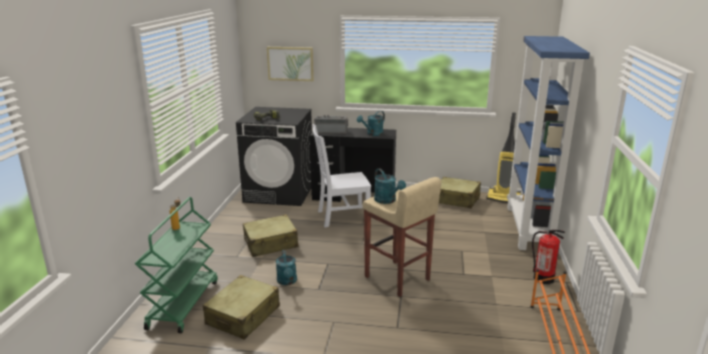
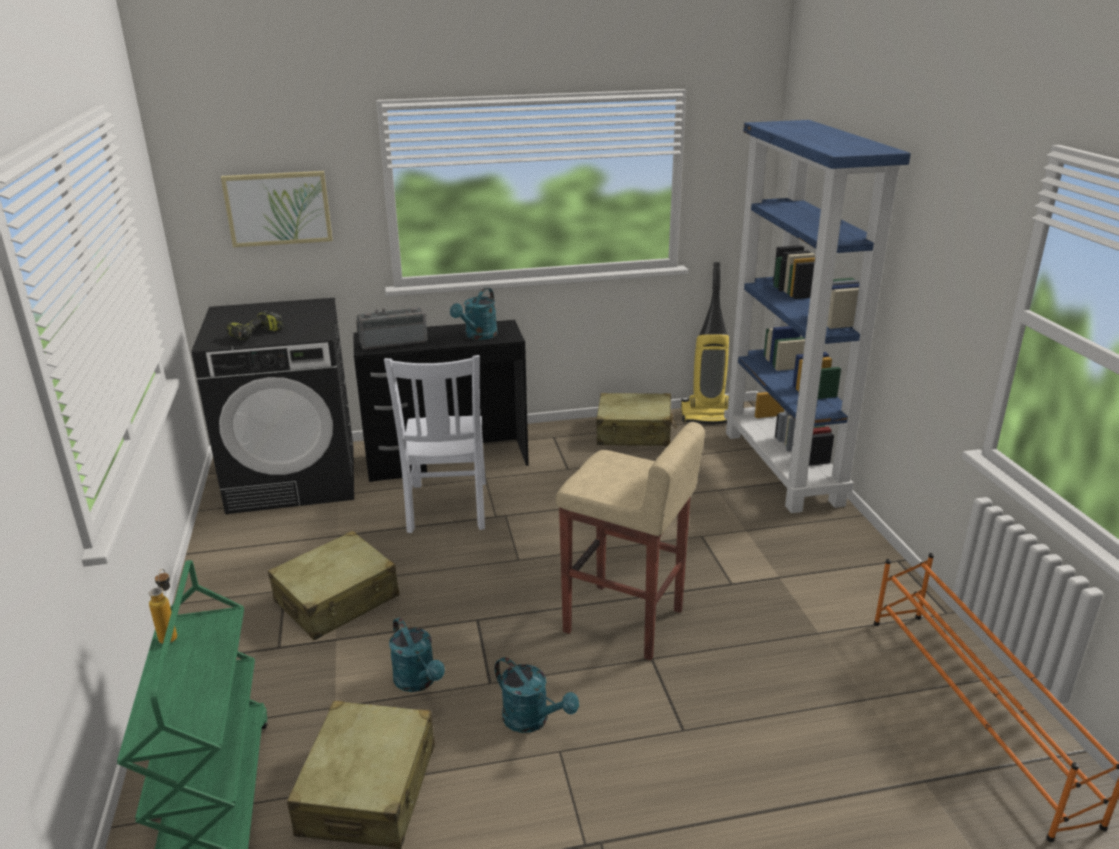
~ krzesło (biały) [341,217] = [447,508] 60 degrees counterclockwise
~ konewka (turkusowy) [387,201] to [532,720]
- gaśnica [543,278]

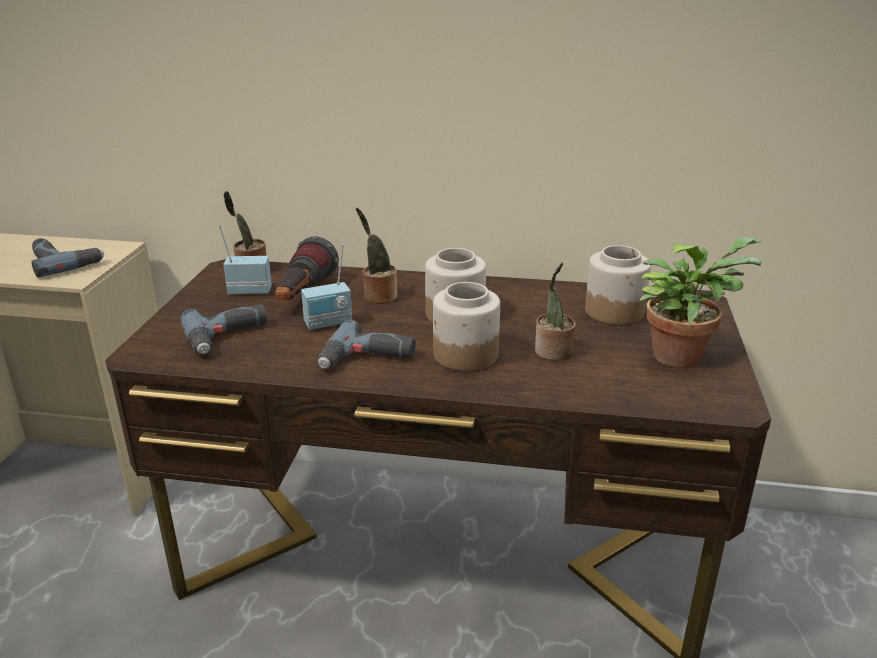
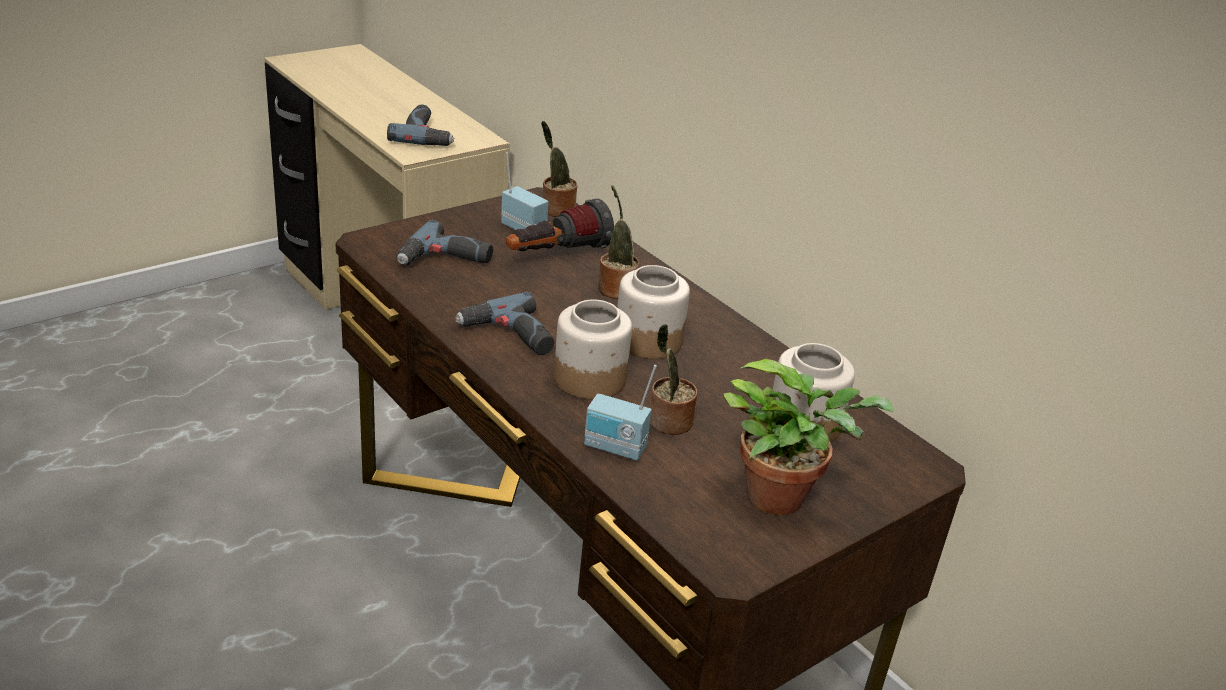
~ radio [329,324] to [614,448]

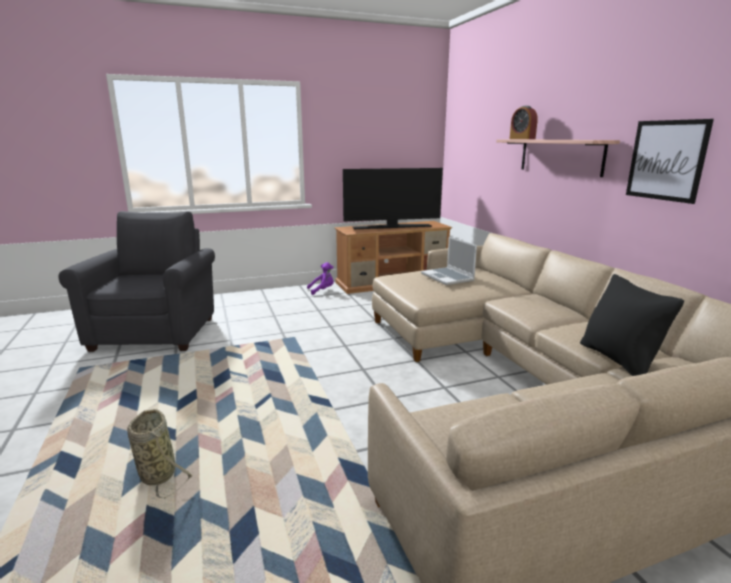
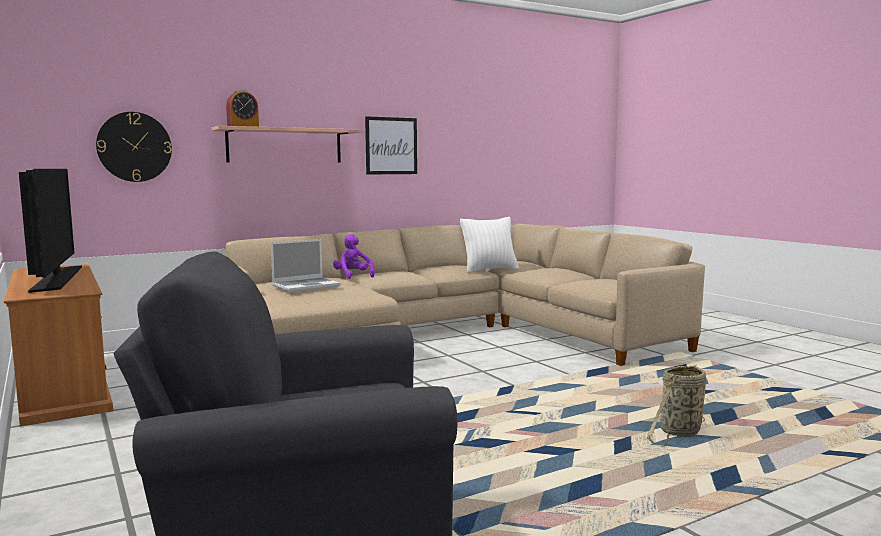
~ pluszak (fioletowy) [322,290] to [353,276]
~ poduszka (czarny) [618,360] to poduszka (biały) [489,270]
+ zegar ścienny [134,147]

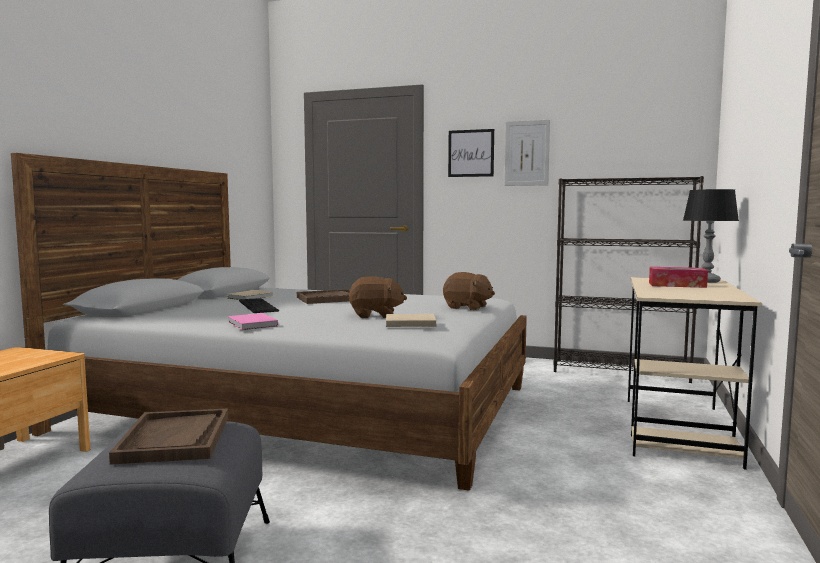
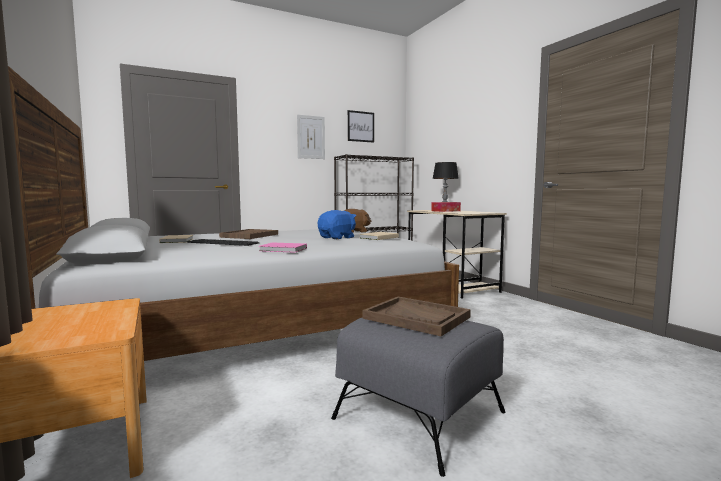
~ pluszak (brązowy) [376,315] to pluszak (niebieski) [337,238]
~ obraz [471,153] to [360,126]

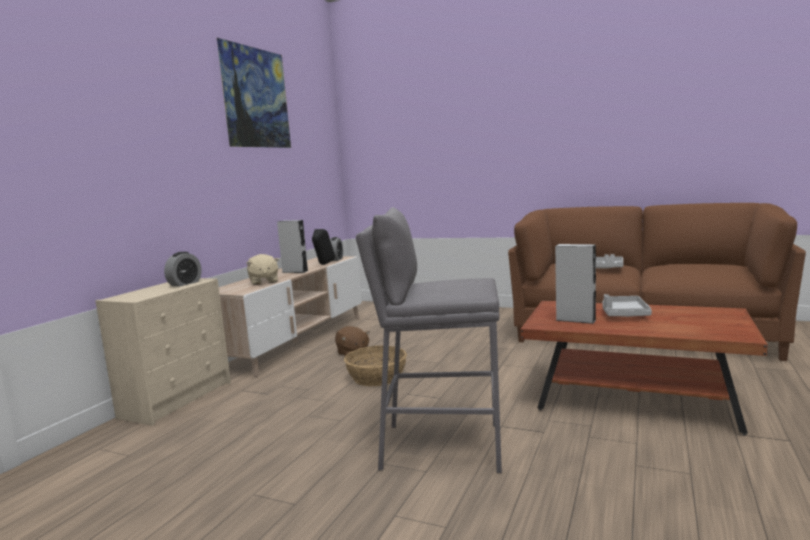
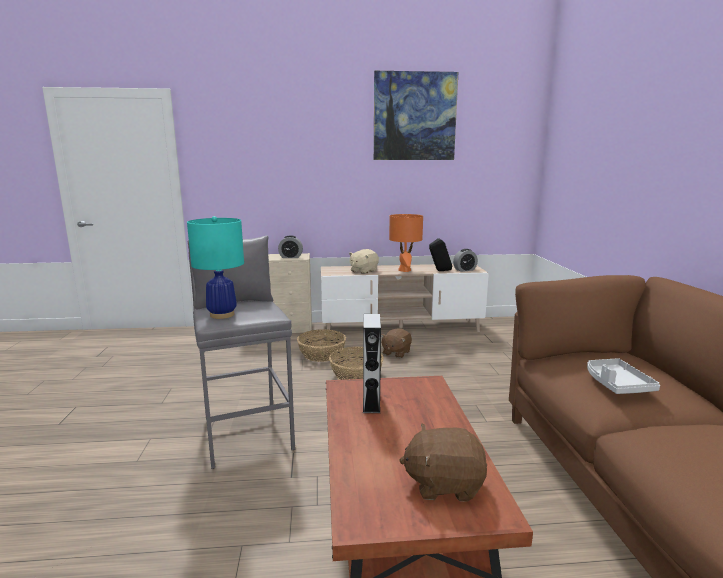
~ głośnik (szary) [295,271] to lampa stołowa (pomarańczowy) [404,270]
- taca (szary) [623,314]
+ lampa stołowa (turkusowy) [222,315]
+ koszyk [322,354]
+ pluszak (brązowy) [444,483]

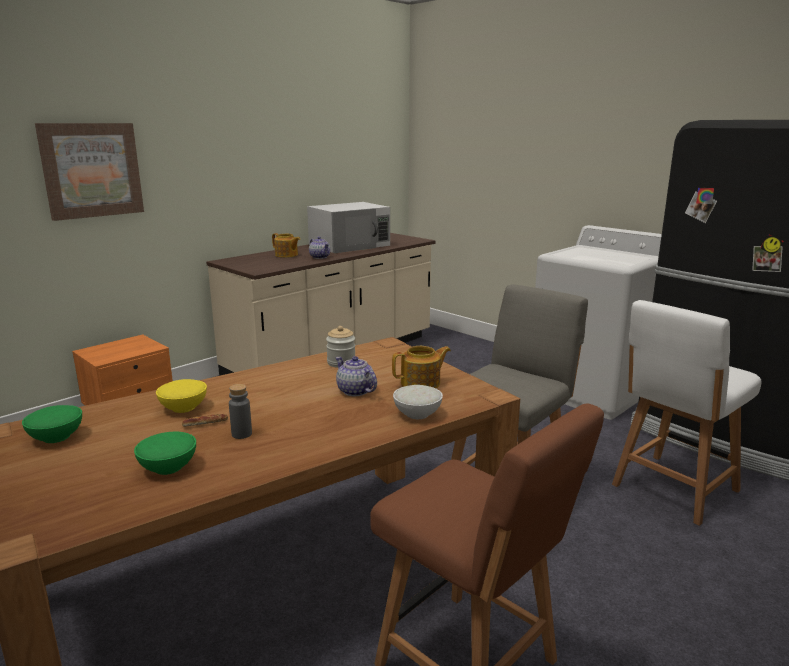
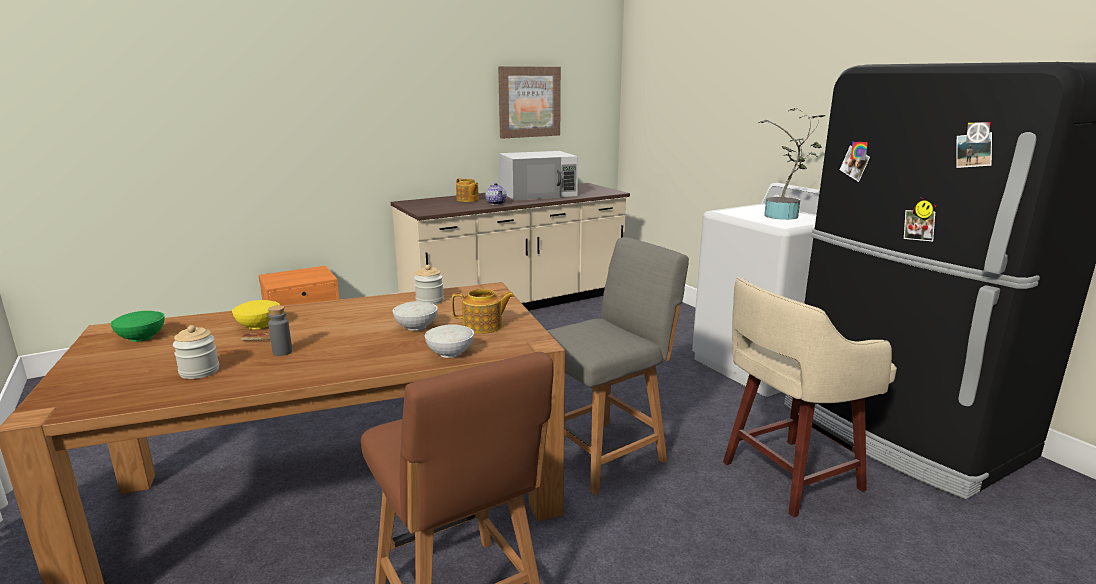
~ obraz [91,170] to [529,102]
~ miska (zielony) [169,467] to słoik [199,371]
~ imbryk [355,391] to miska (biały) [416,327]
~ krzesło (biały) [672,489] to stołek (beżowy) [788,477]
+ roślina doniczkowa [784,217]

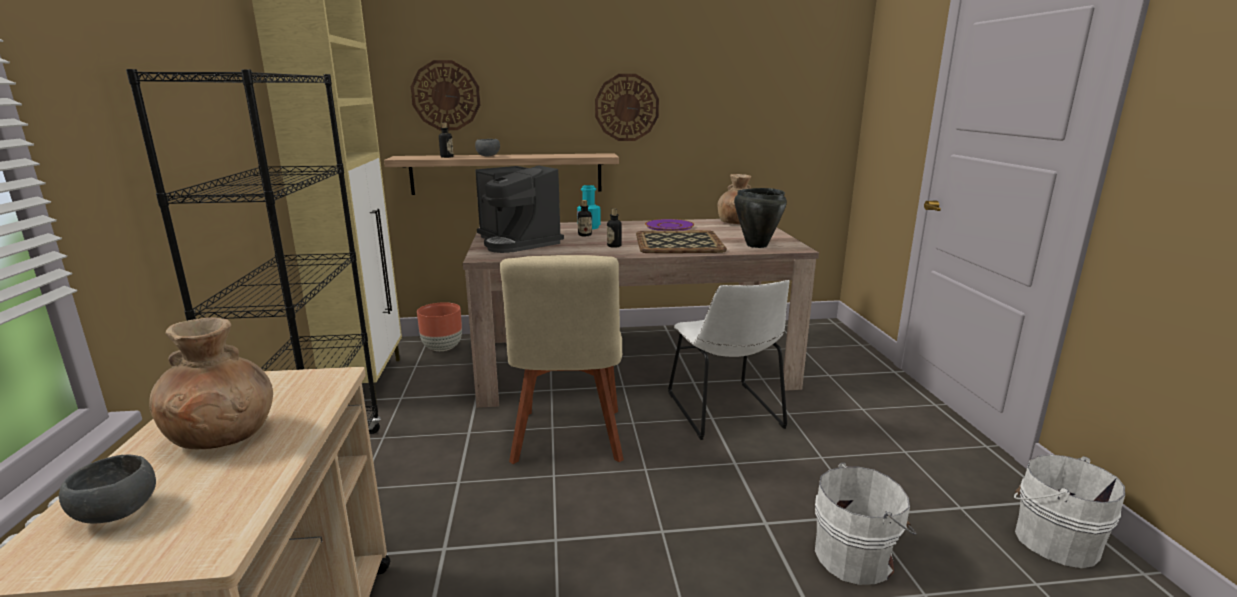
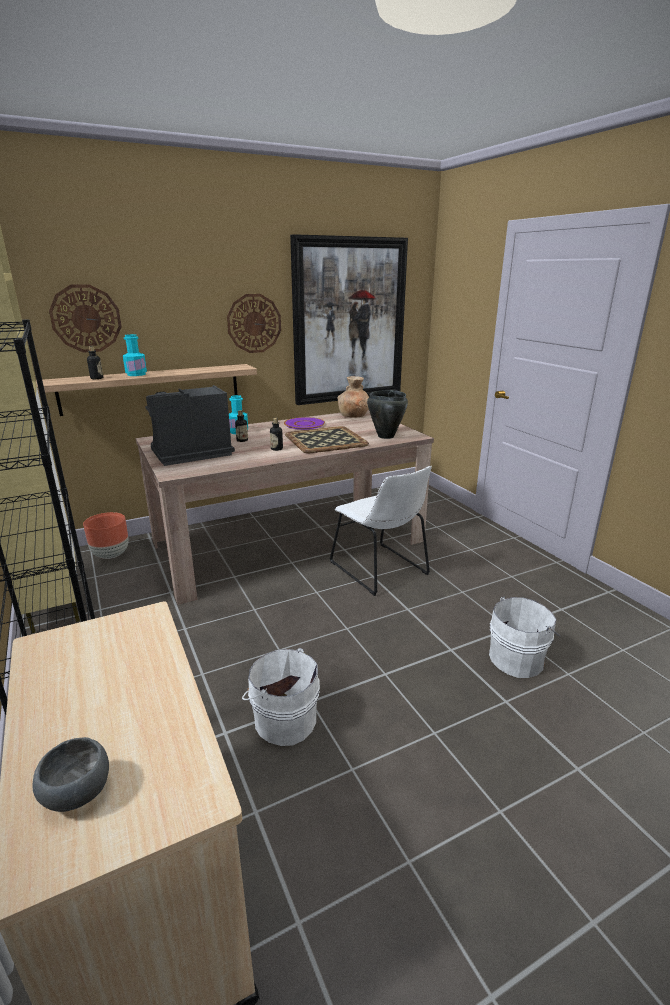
- wazon (brązowy) [223,436]
~ miska (szary) [488,156] to butelka (turkusowy) [136,374]
~ ekspres do kawy [518,242] = [189,454] 120 degrees clockwise
- krzesło (beżowy) [568,439]
~ wiadro (biały) [1052,539] to [283,719]
+ obraz [349,322]

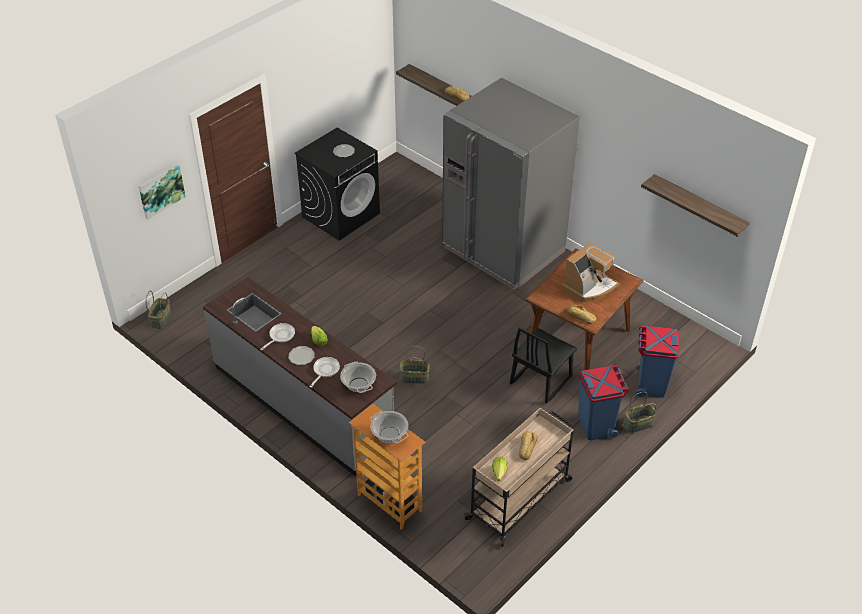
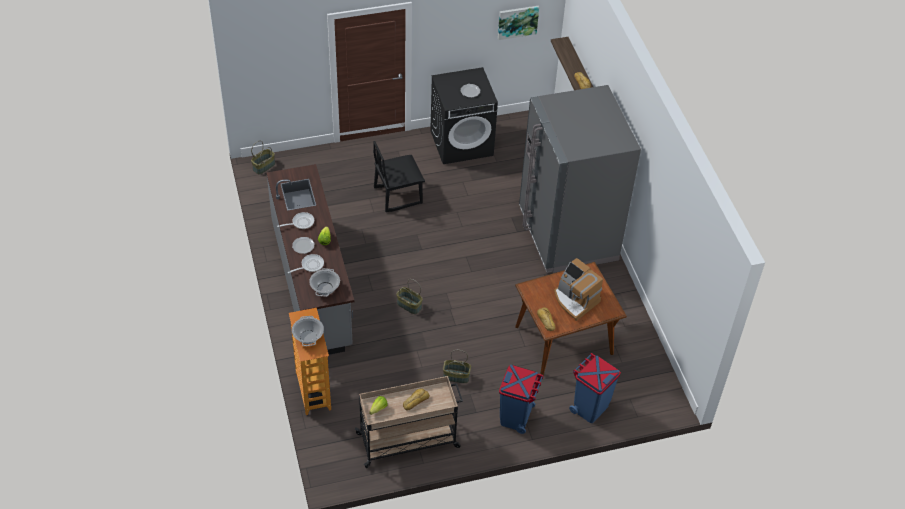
~ obraz [161,190] to [517,21]
~ krzesło (czarny) [540,380] to [398,195]
~ ekspres do kawy [589,287] = [575,300] 60 degrees clockwise
~ koszyk [638,424] to [456,376]
- półka [699,206]

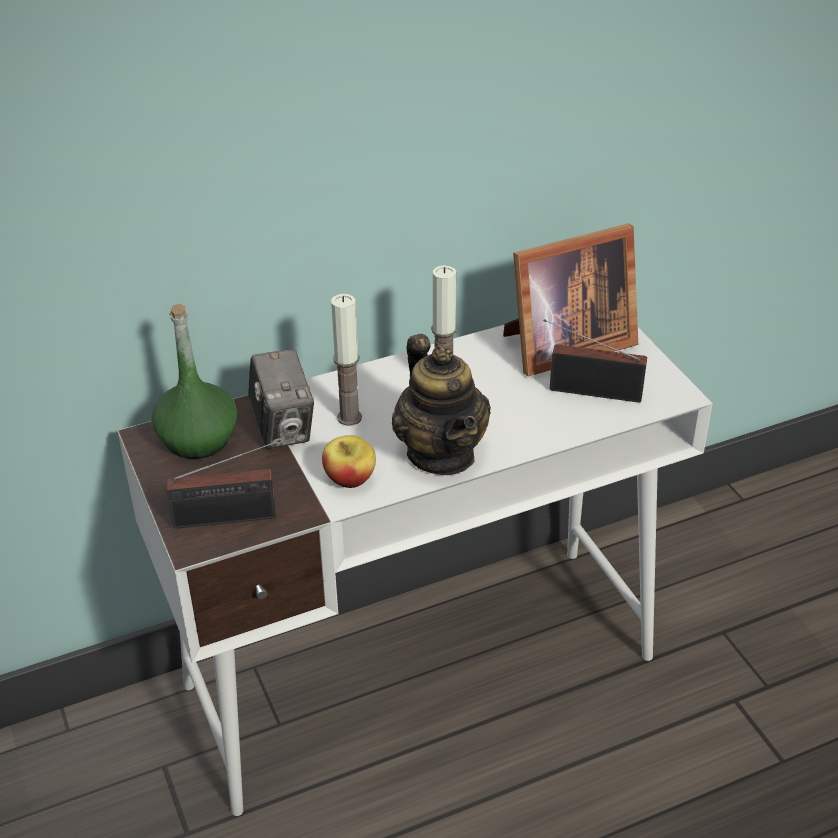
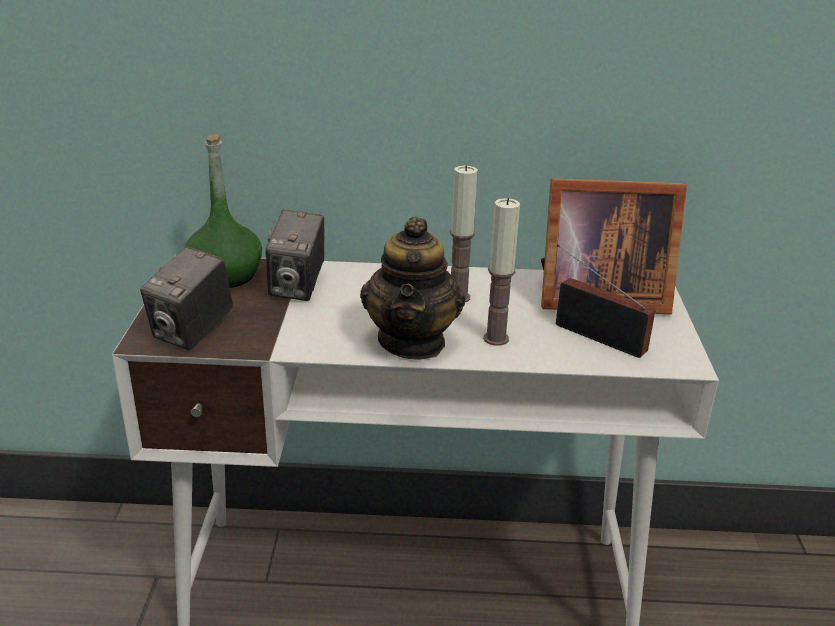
~ radio [231,518] to aparat fotograficzny [193,332]
- jabłko [350,478]
~ świeca [349,417] to [496,338]

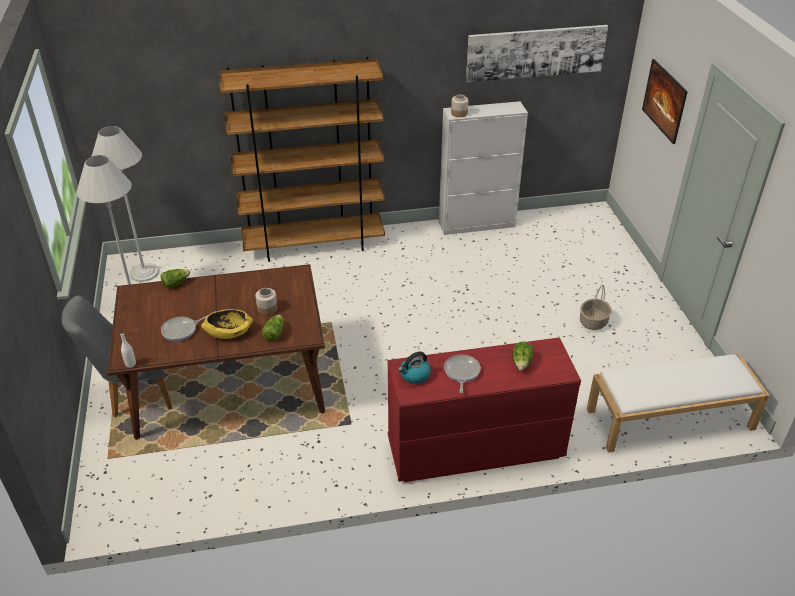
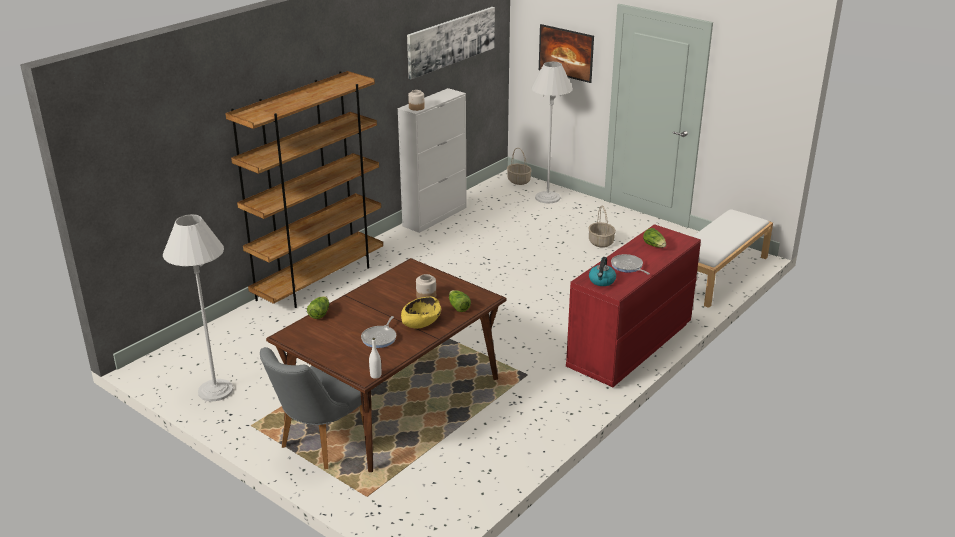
~ lampa stojąca (biały) [144,273] to [547,198]
+ koszyk [518,181]

